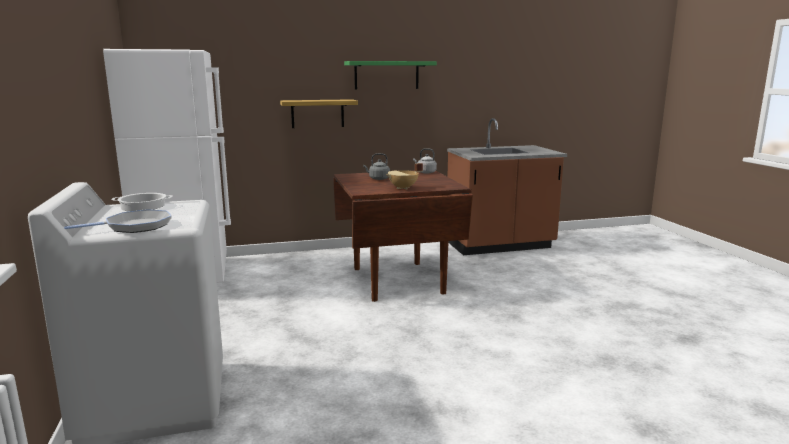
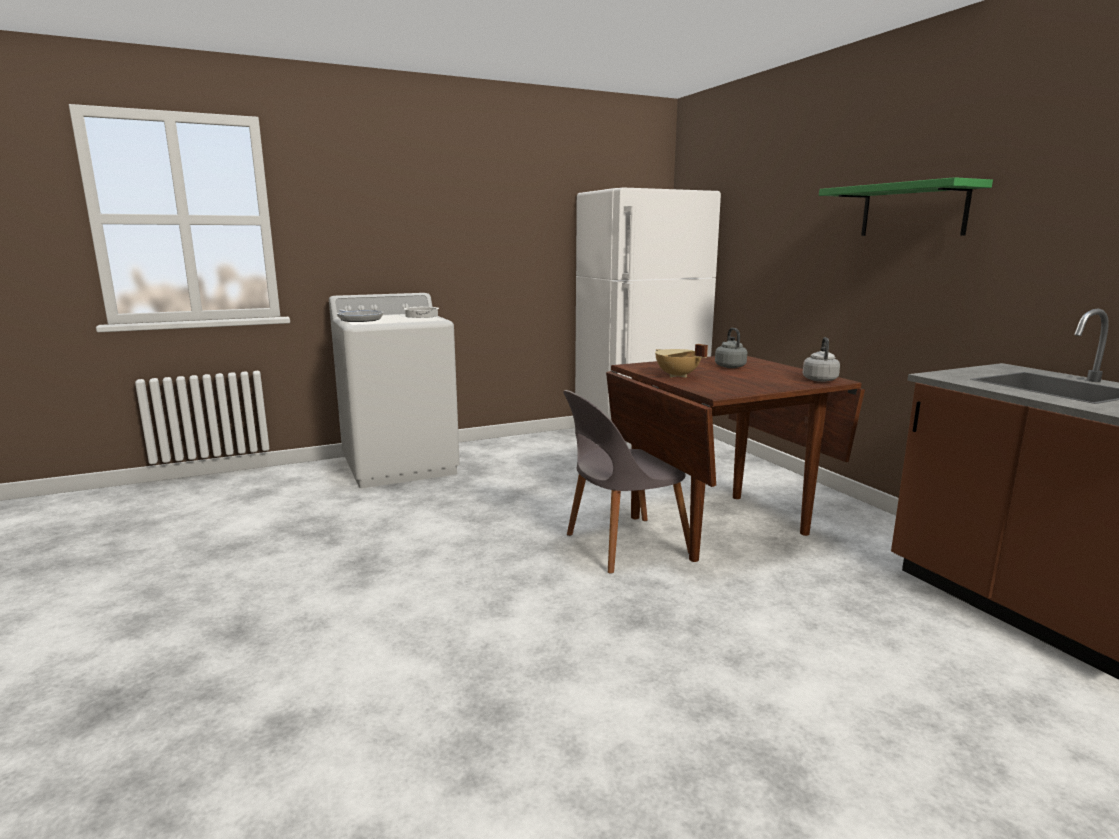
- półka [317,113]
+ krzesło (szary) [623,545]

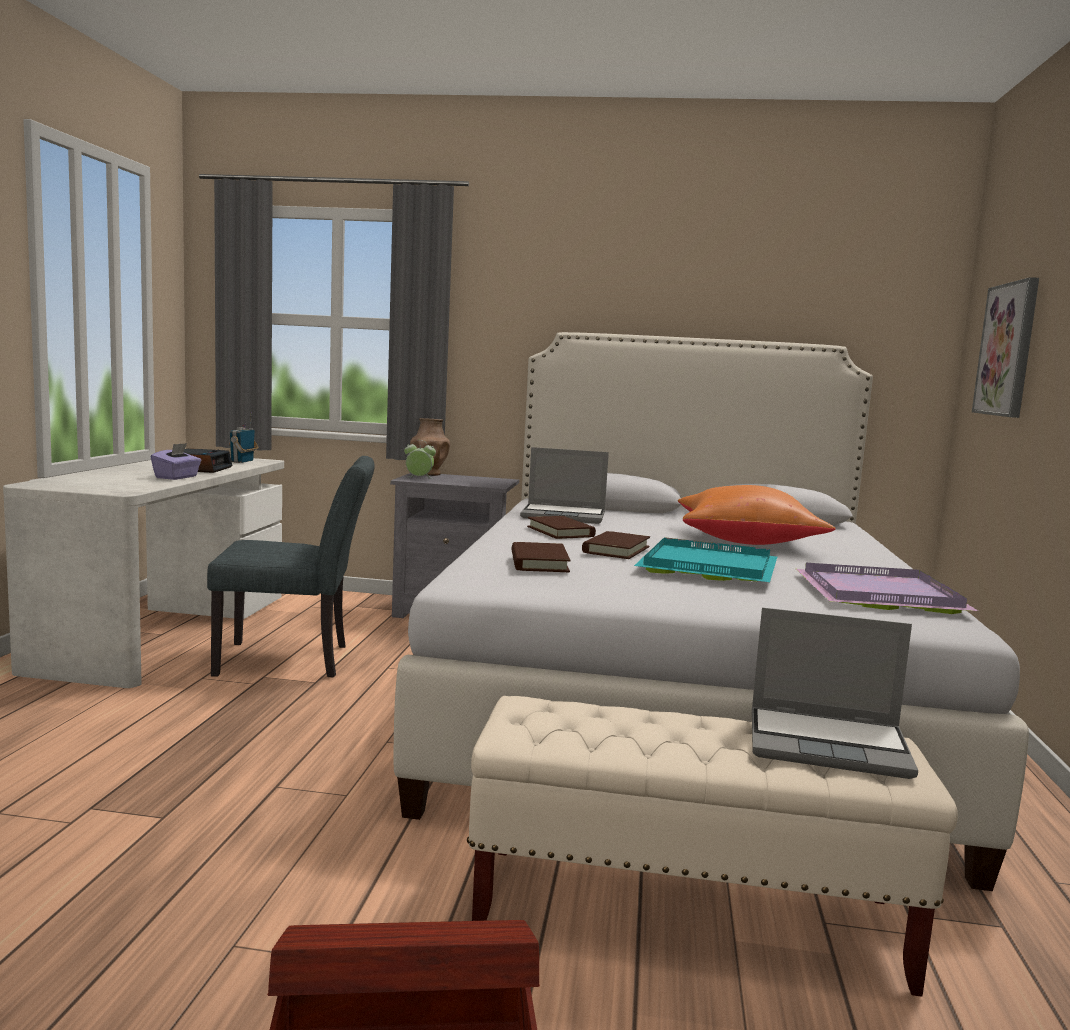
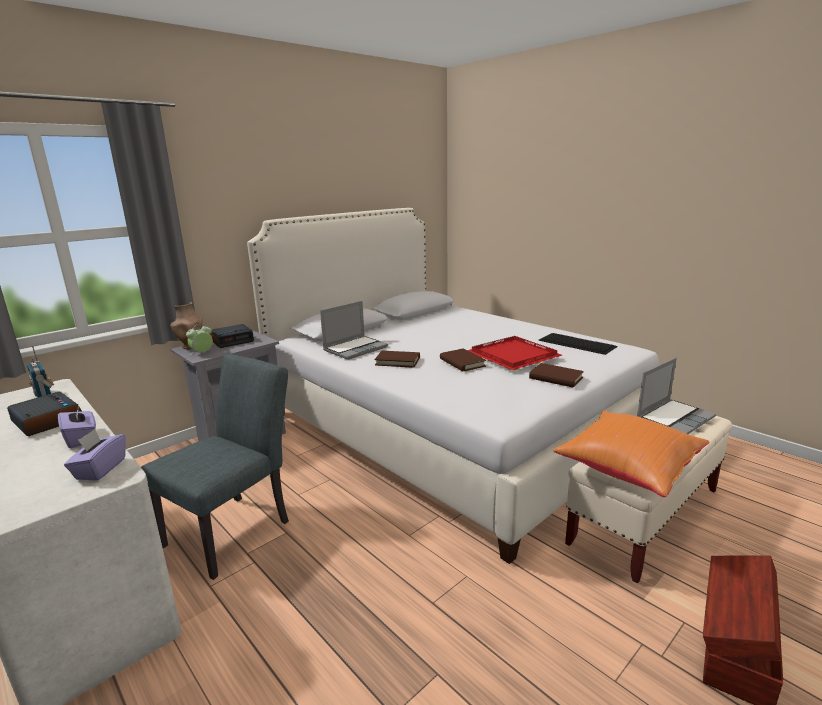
~ książka (brązowy) [539,562] to [555,378]
~ taca (turkusowy) [705,567] to taca (czerwony) [513,356]
~ poduszka (pomarańczowy) [746,541] to [627,468]
~ taca (fioletowy) [875,594] to klawiatura [576,343]
- obraz [1007,350]
+ pudełko chusteczek (fioletowy) [100,469]
+ budzik [232,340]

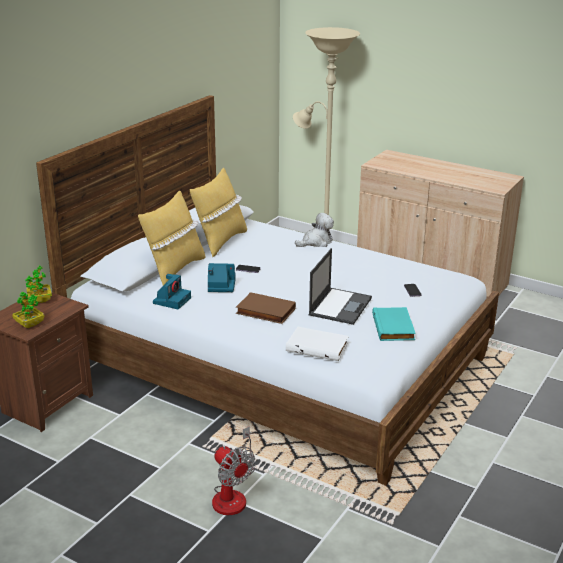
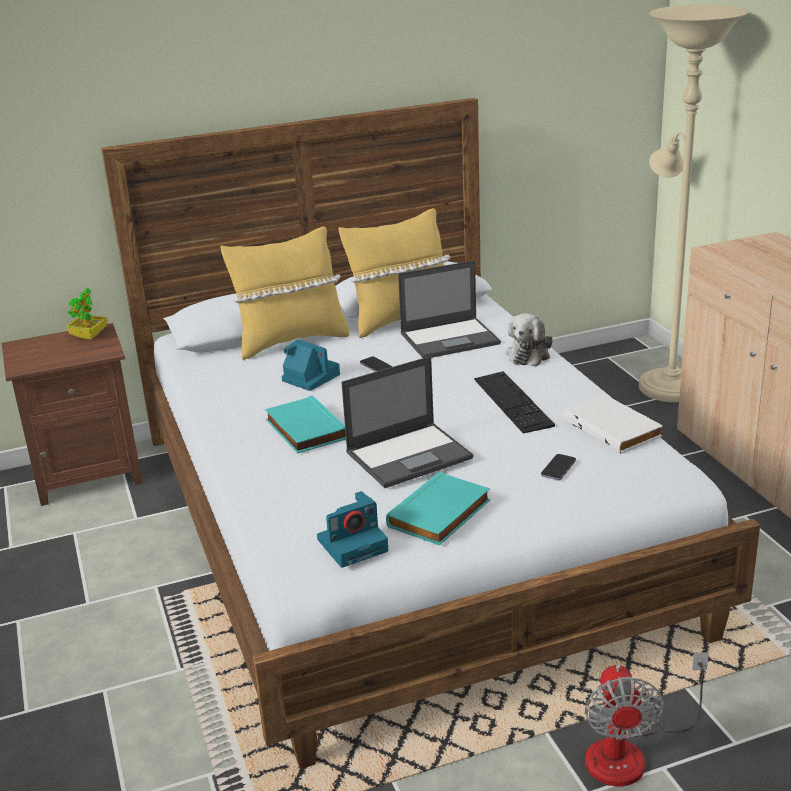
- roślina doniczkowa [29,324]
~ aparat fotograficzny [172,300] to [353,544]
~ wentylator [232,494] to [630,752]
~ książka (brązowy) [264,312] to książka (turkusowy) [304,429]
~ książka (biały) [318,346] to [614,428]
~ pluszak [316,242] = [529,354] 105 degrees clockwise
+ laptop [451,338]
+ klawiatura [512,402]

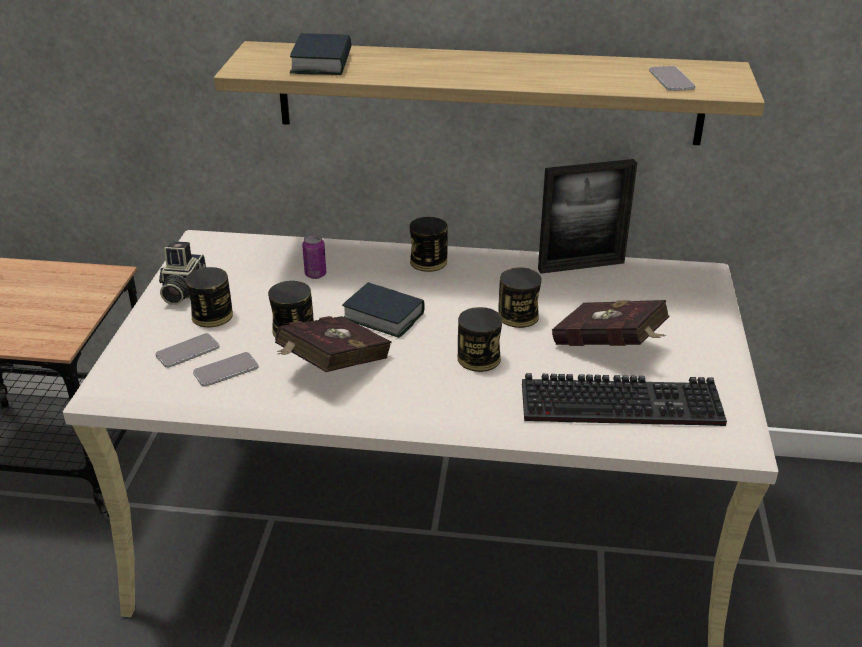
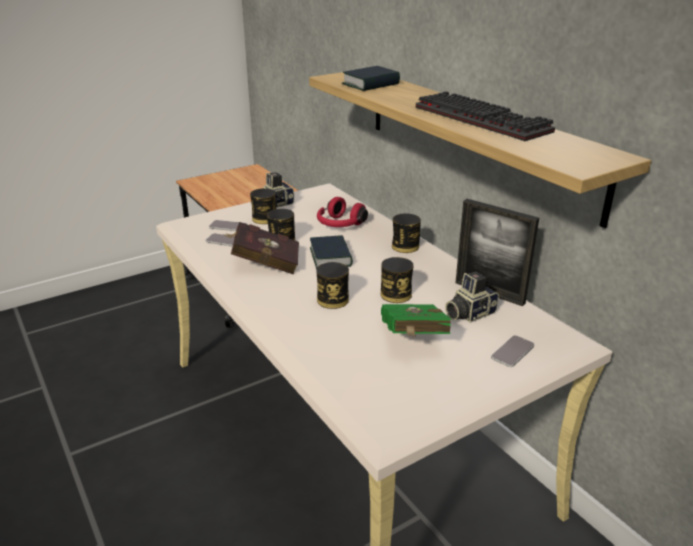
~ puszka [315,274] to słuchawki (czerwony) [339,225]
~ klawiatura [623,402] to [484,120]
~ książka (czerwony) [611,348] to książka (zielony) [412,339]
~ telefon [671,80] to [512,352]
+ aparat fotograficzny [468,313]

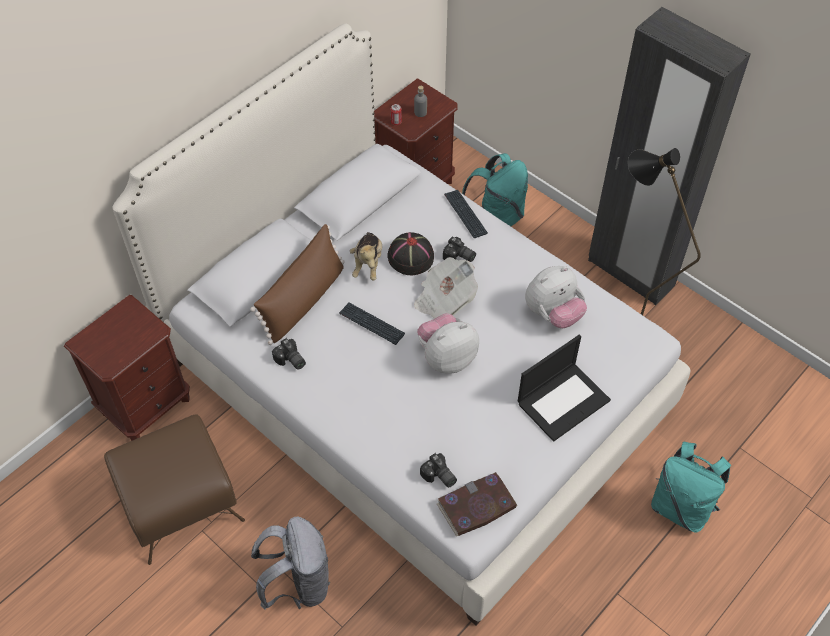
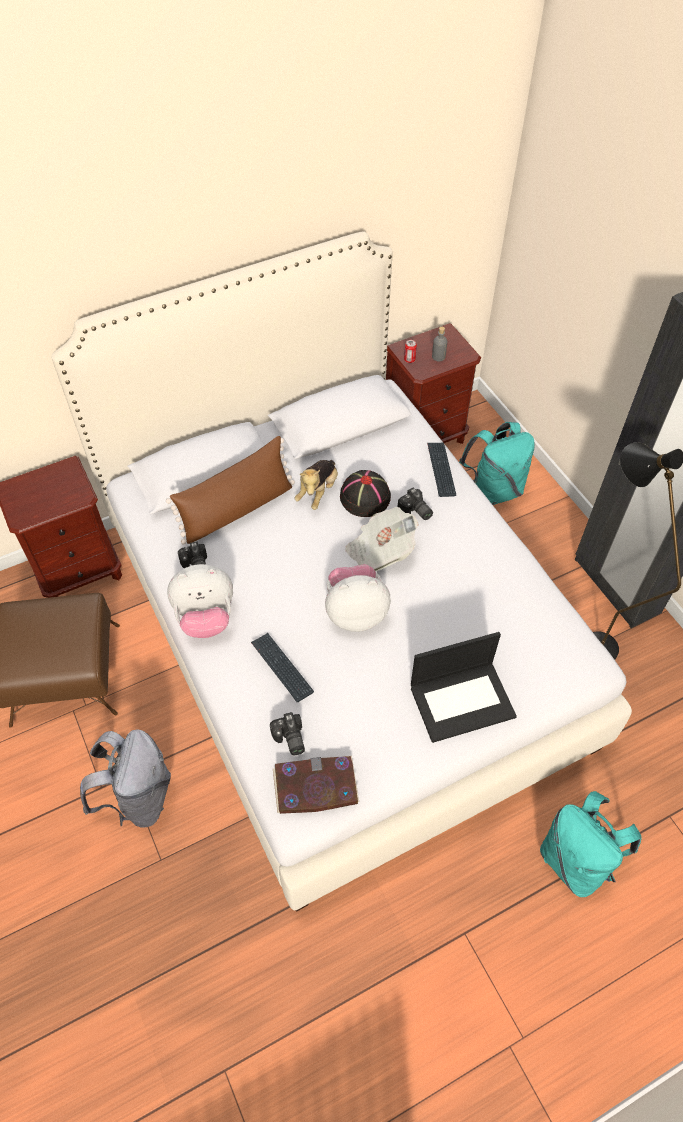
~ klawiatura [371,324] to [282,667]
~ pluszak [553,313] to [206,618]

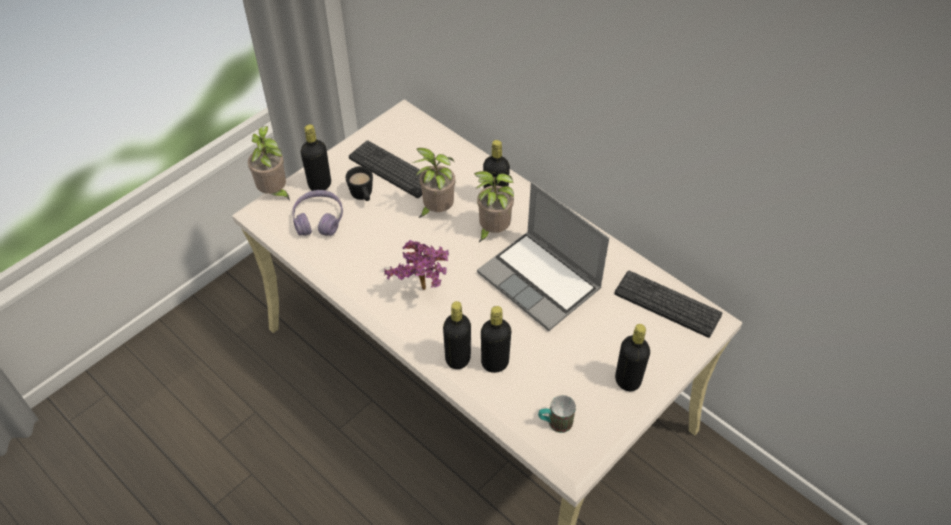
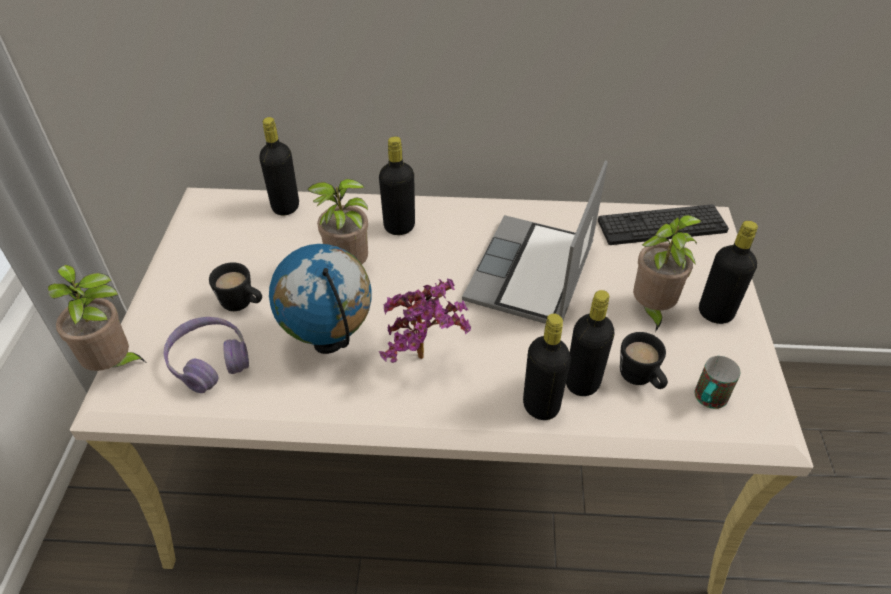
~ butelka (czarny) [320,185] to [285,207]
- klawiatura [392,169]
~ roślina doniczkowa [492,231] to [651,310]
~ laptop [541,281] = [532,274] 105 degrees clockwise
+ globus [329,342]
+ kubek (czarny) [640,380]

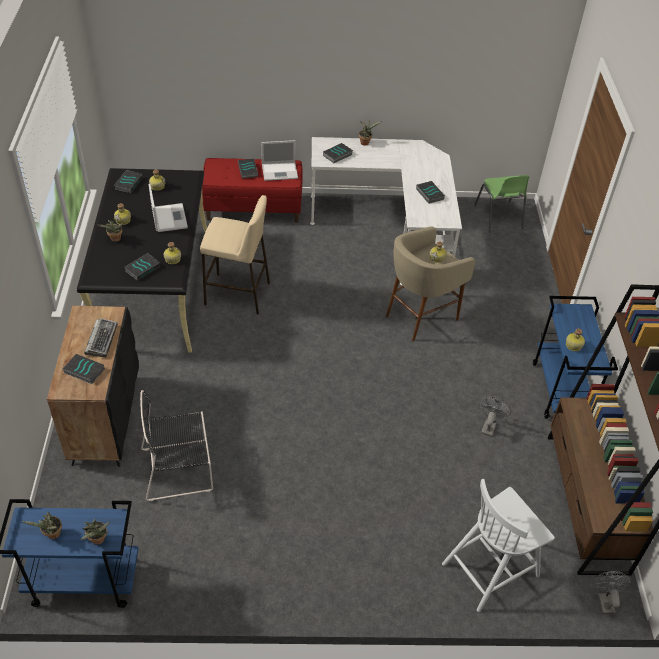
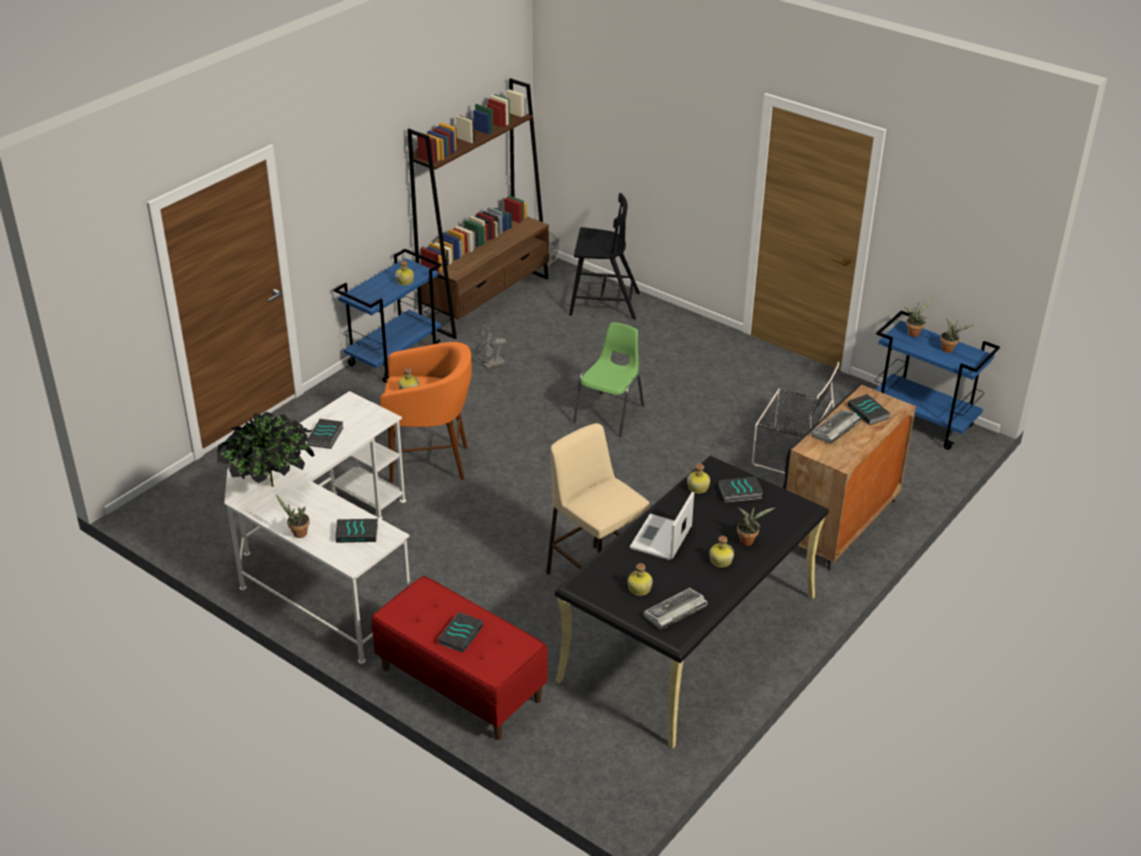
~ książka [128,183] to klawiatura [674,612]
- laptop [280,171]
~ stołek (beżowy) [420,317] to stołek (pomarańczowy) [430,463]
~ krzesło (biały) [491,568] to krzesło (czarny) [603,304]
~ krzesło (zielony) [498,217] to [610,414]
+ roślina doniczkowa [270,486]

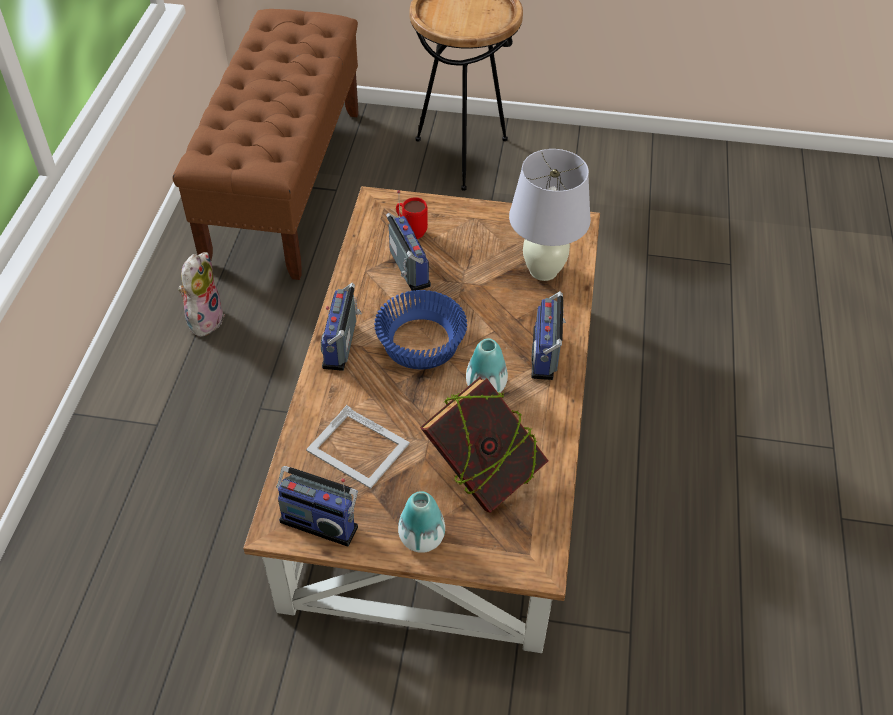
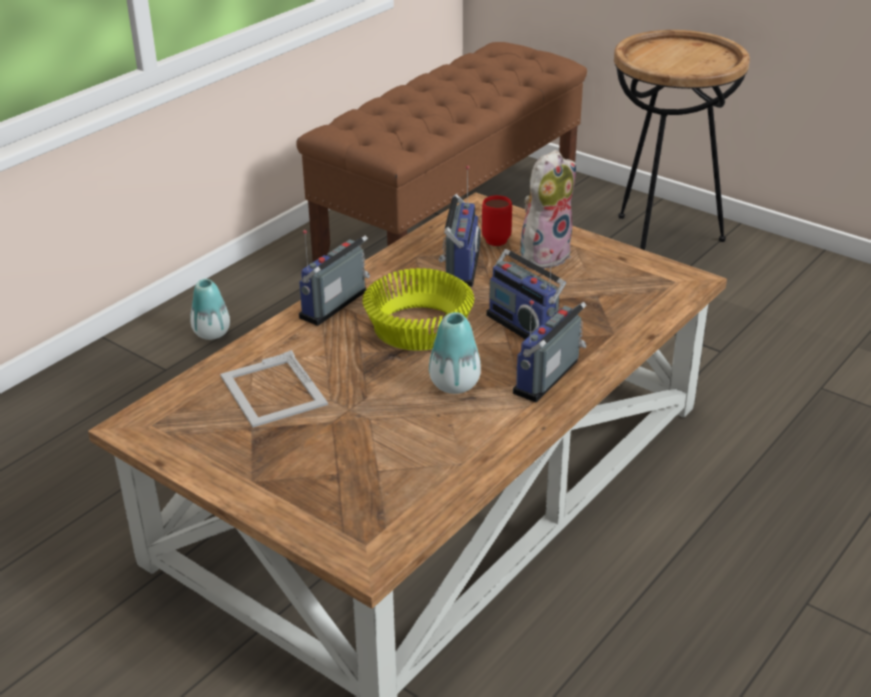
~ pluszak [204,319] to [544,254]
~ radio [320,521] to [525,325]
~ miska (niebieski) [419,342] to miska (żółty) [418,327]
~ wazon [421,538] to [212,333]
- książka [482,474]
- lampa stołowa (biały) [543,271]

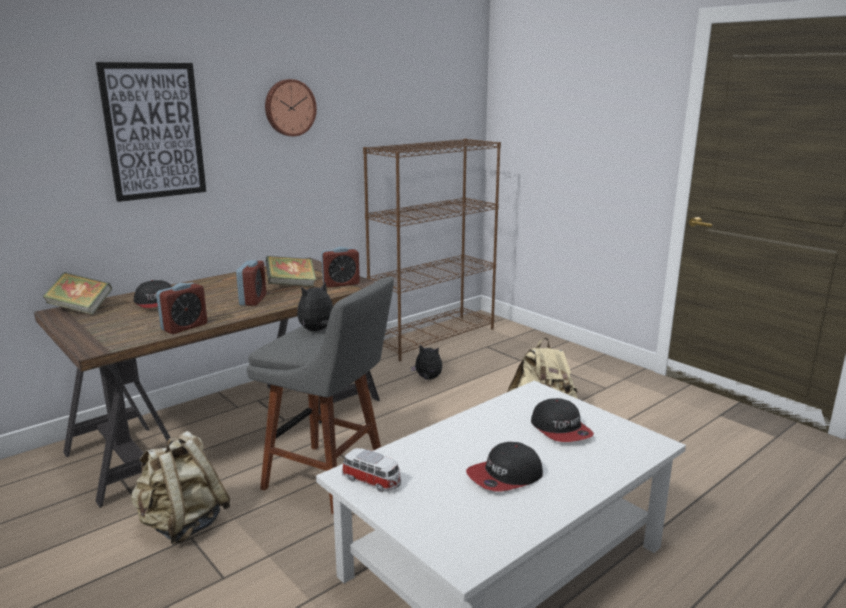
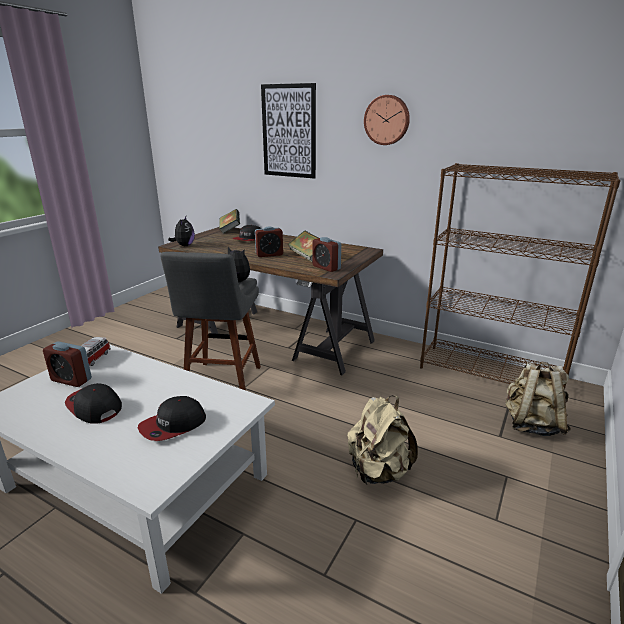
~ plecak (beżowy) [183,524] to [532,424]
~ budzik [184,327] to [71,380]
~ pluszak [427,379] to [184,245]

